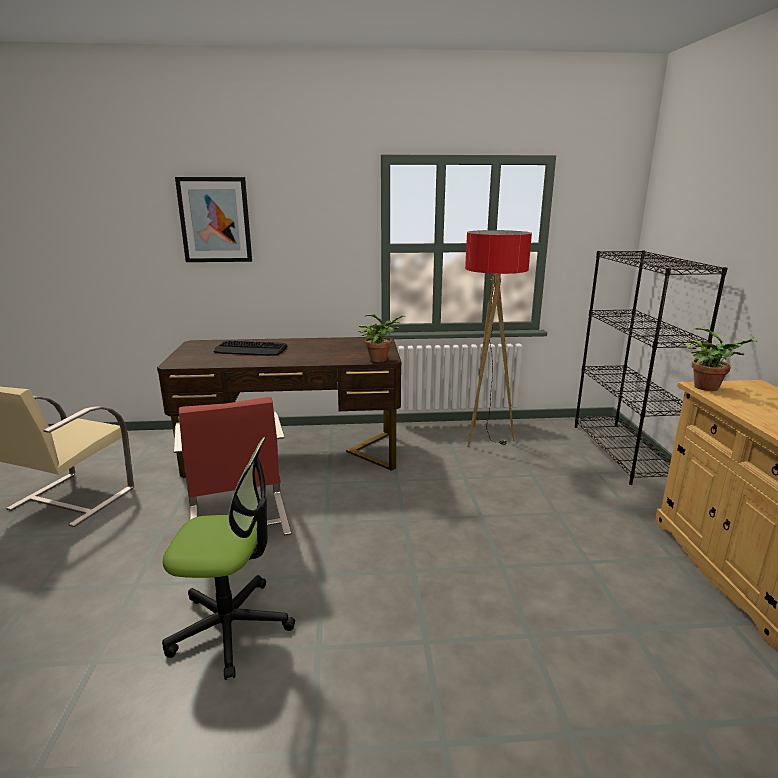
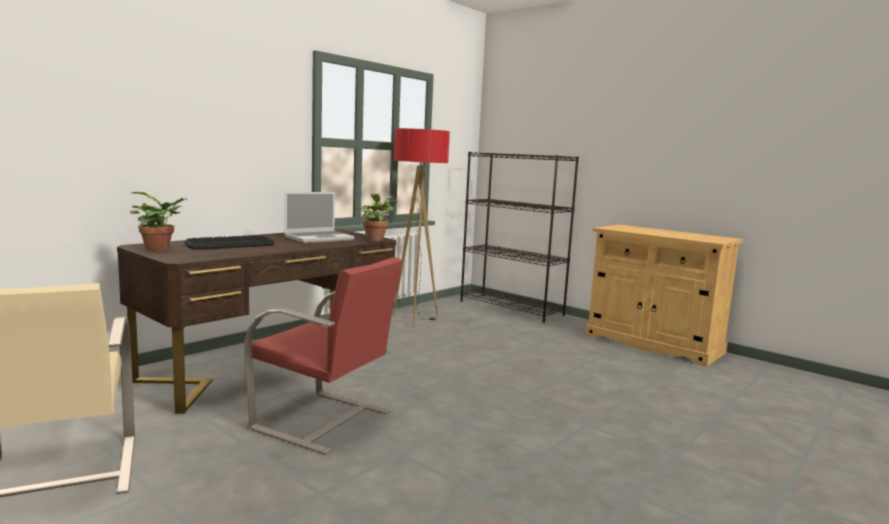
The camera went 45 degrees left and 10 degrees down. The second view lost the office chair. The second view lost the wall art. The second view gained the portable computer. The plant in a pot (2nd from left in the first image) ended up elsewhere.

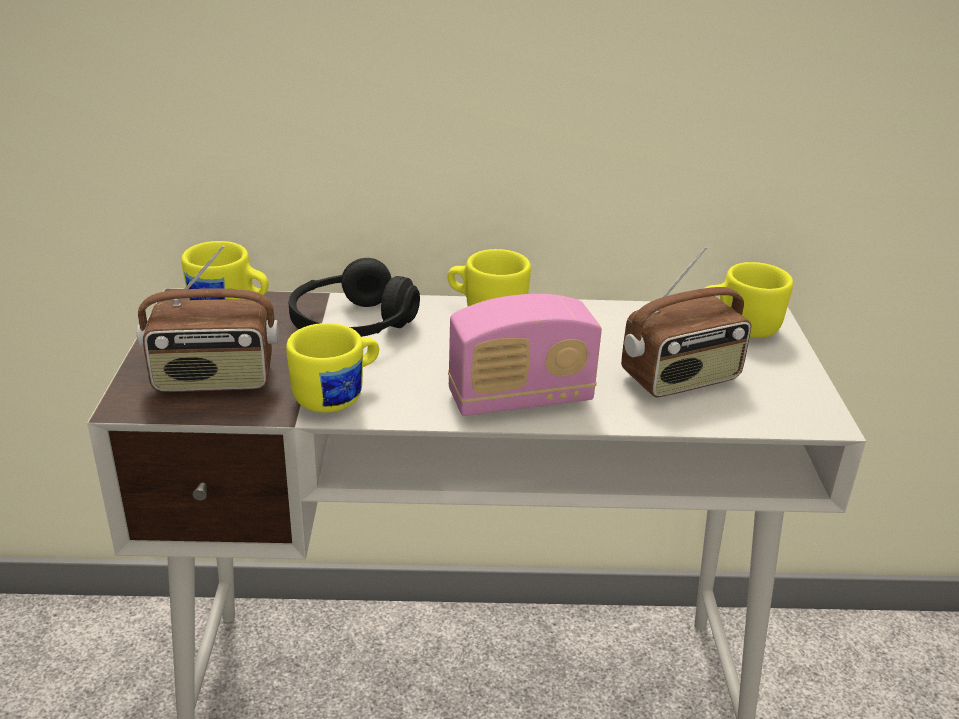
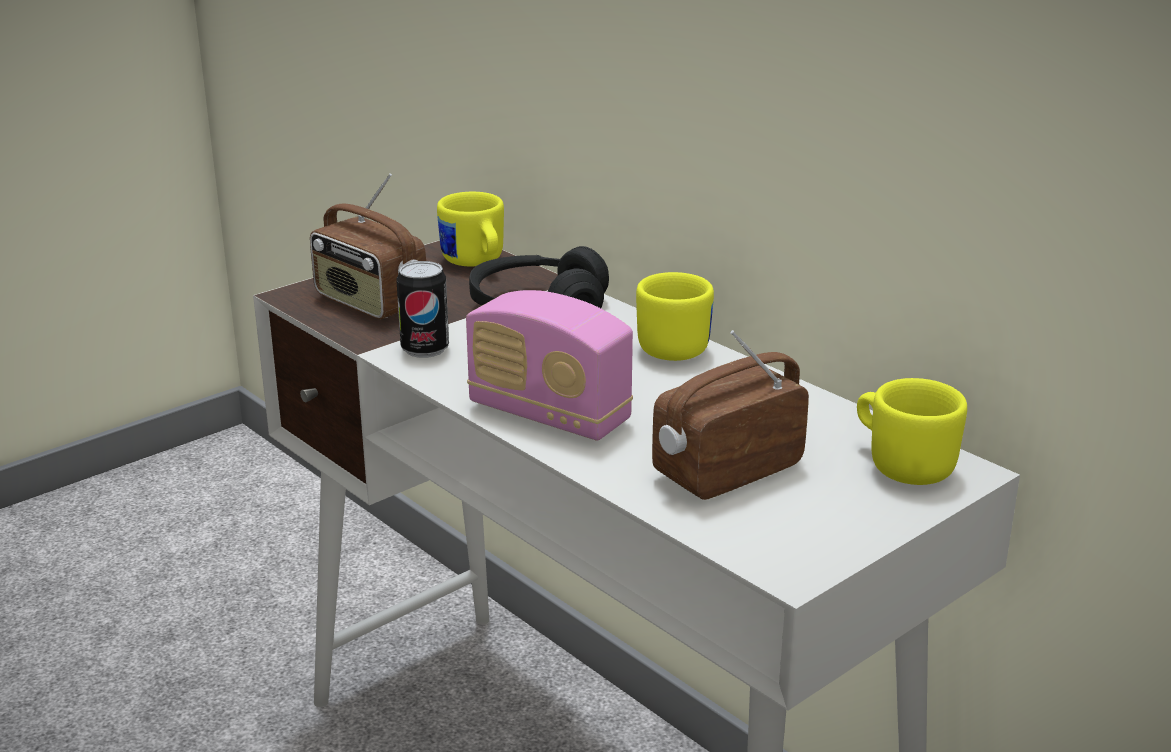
The camera went 50 degrees right and 5 degrees down. Where the yellowish tea mug (2nd from left) stood, the can came to stand. The radio set (3rd from left) ended up facing another way, 120 degrees clockwise from before.

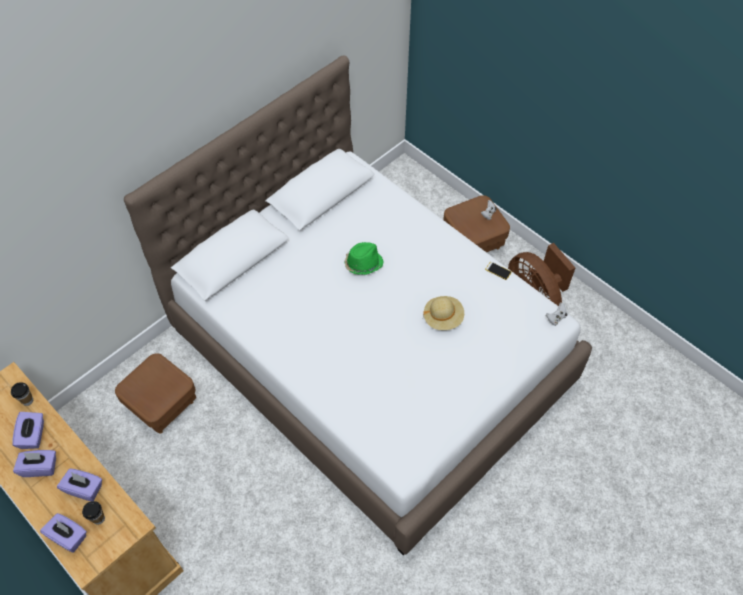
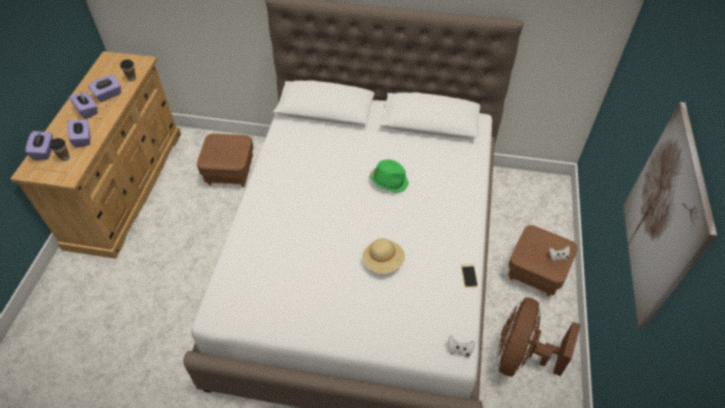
The camera went 55 degrees right and 5 degrees down. The second view gained the wall art.

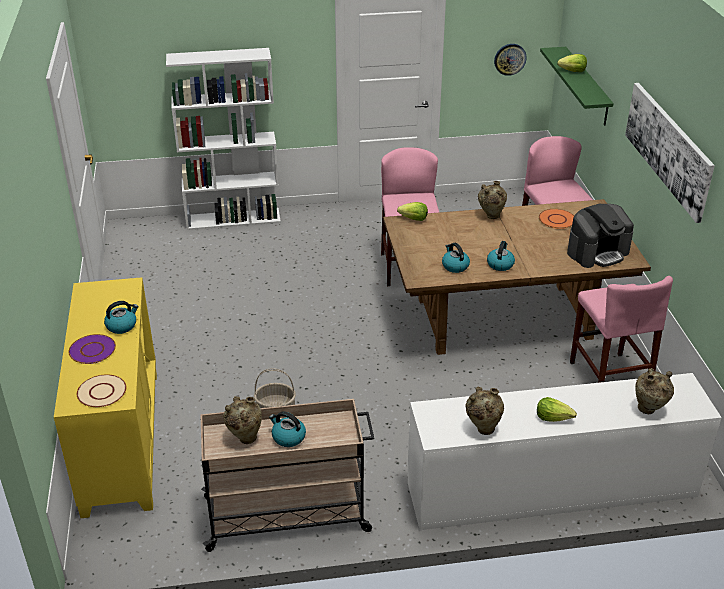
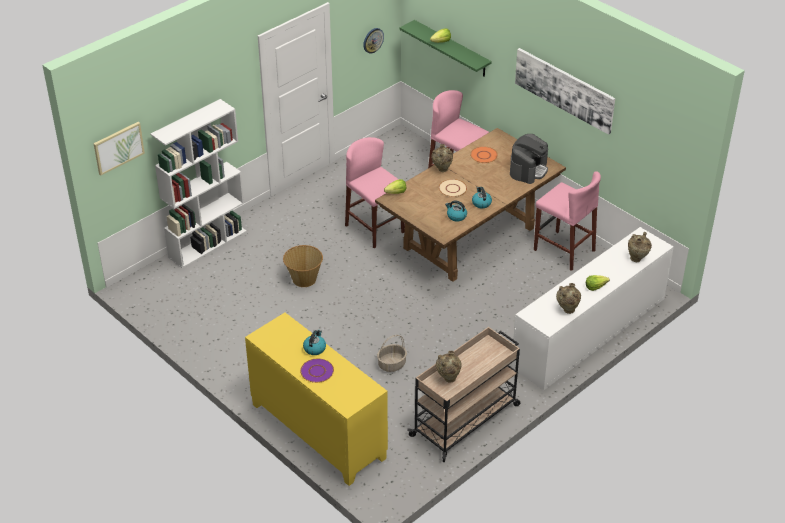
The camera went 35 degrees left and 5 degrees up. The second view lost the tea kettle (2nd from left). The second view gained the wall art (1st from left). The second view gained the household basket (1st from left). The beige-coloured flat dish ended up elsewhere.

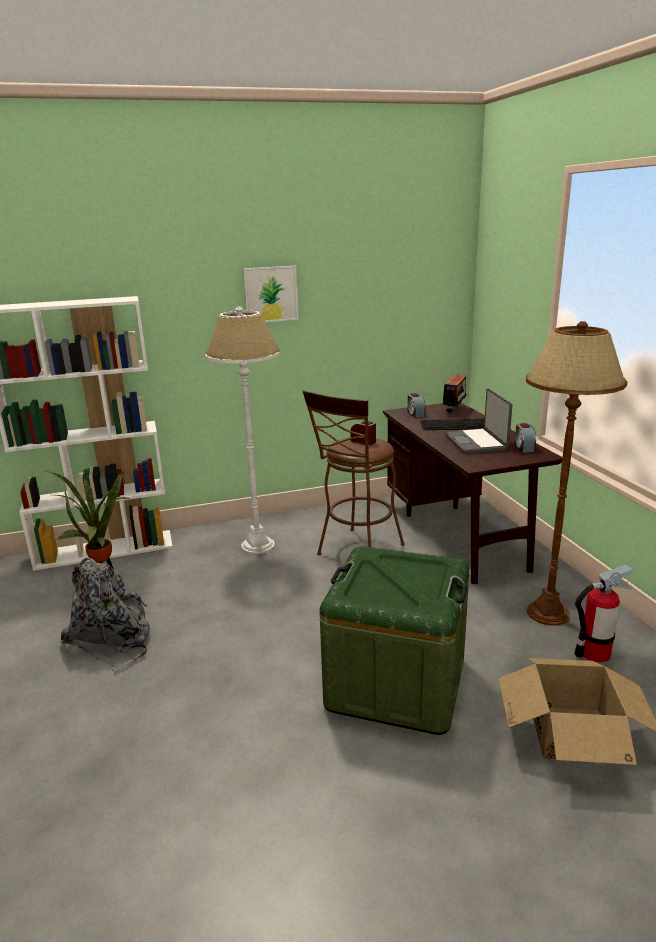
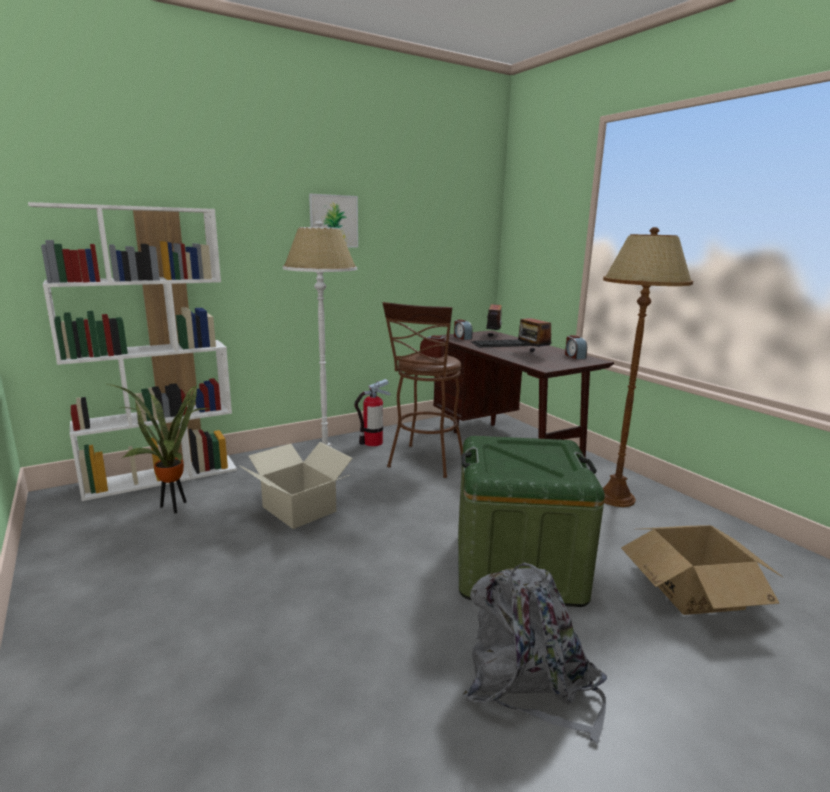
The camera went 15 degrees left and 5 degrees down. The second view gained the carton (1st from left). The grey backpack ended up elsewhere. The fire-fighting cylinder ended up elsewhere. Where the portable computer stood, the radio set (2nd from left) came to stand.

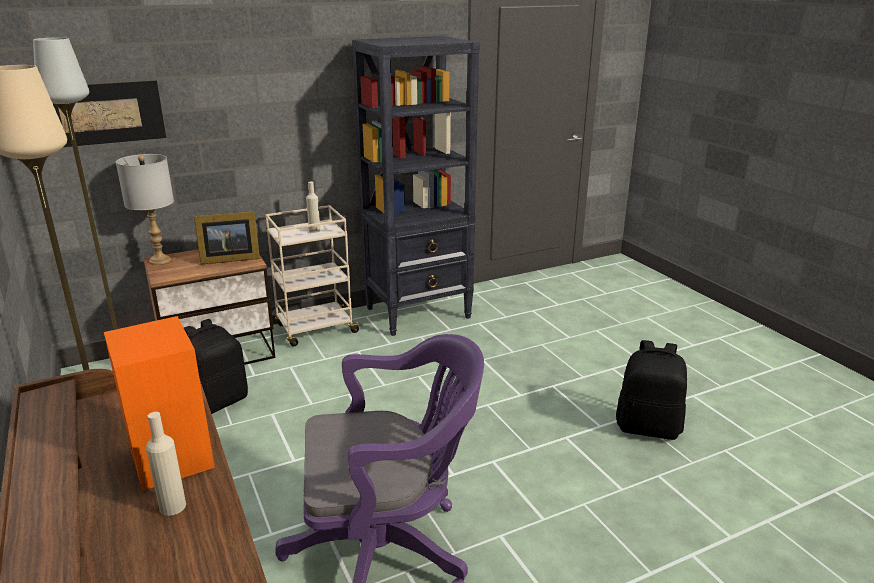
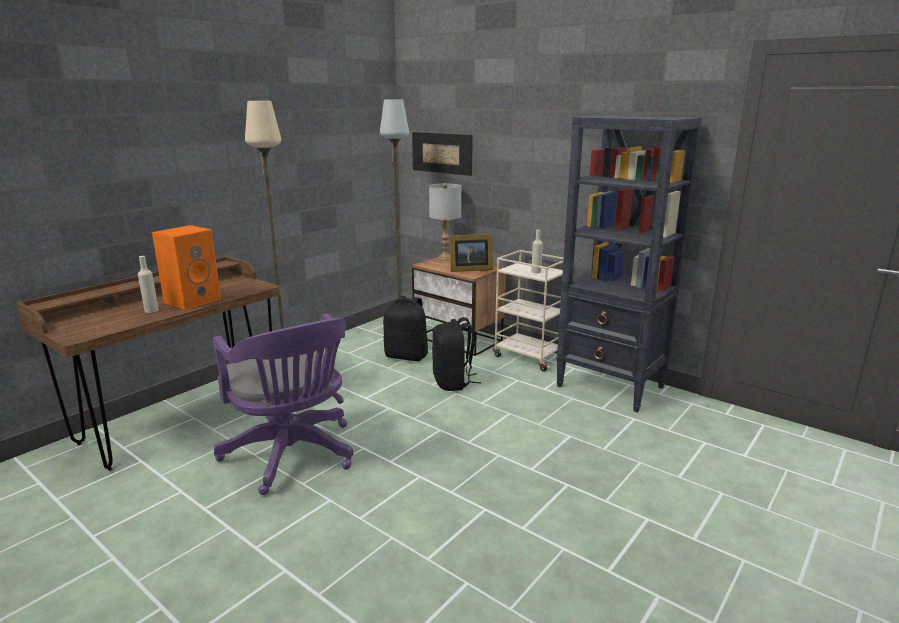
The camera went 65 degrees right and 5 degrees down. The black backpack (2nd from left) ended up elsewhere. The picture frame ended up facing another way, 60 degrees counterclockwise from before.

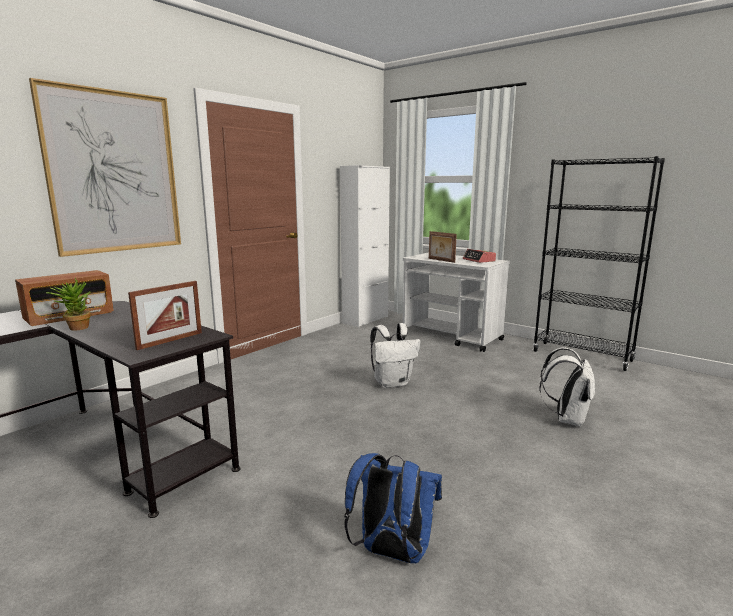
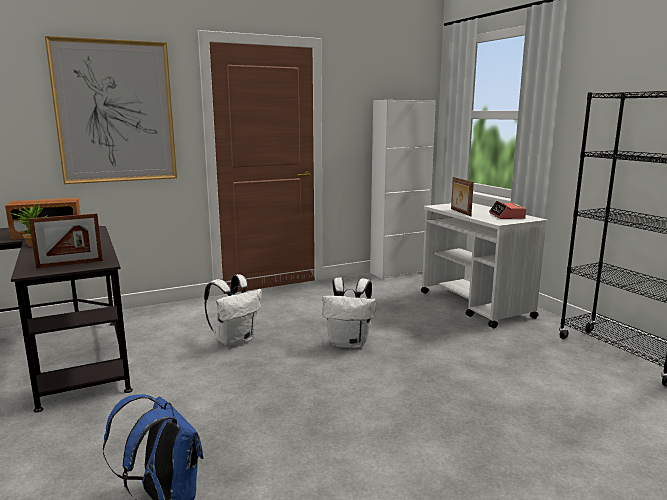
The camera went 25 degrees right and 0 degrees up. The white-coloured backpack (2nd from left in the first image) ended up elsewhere.

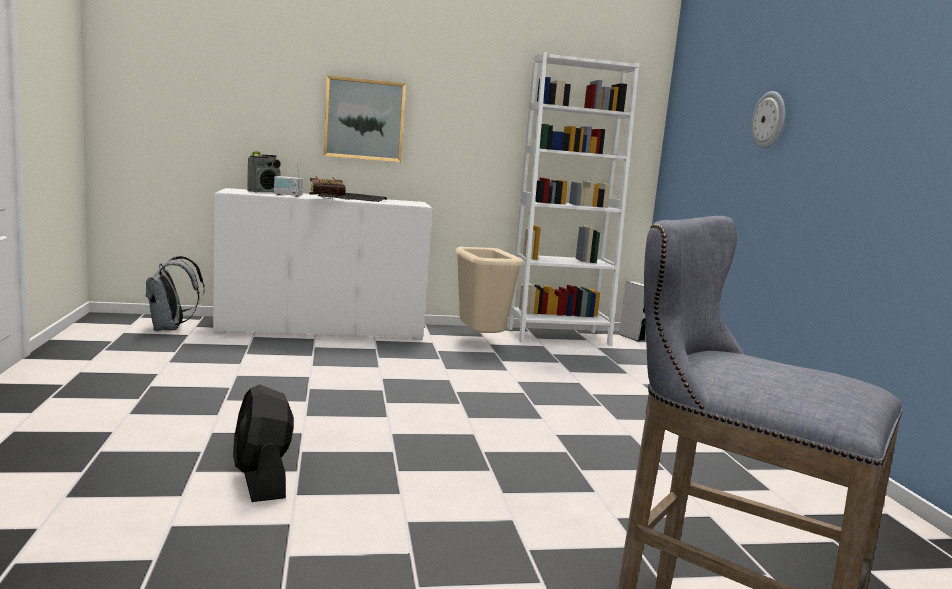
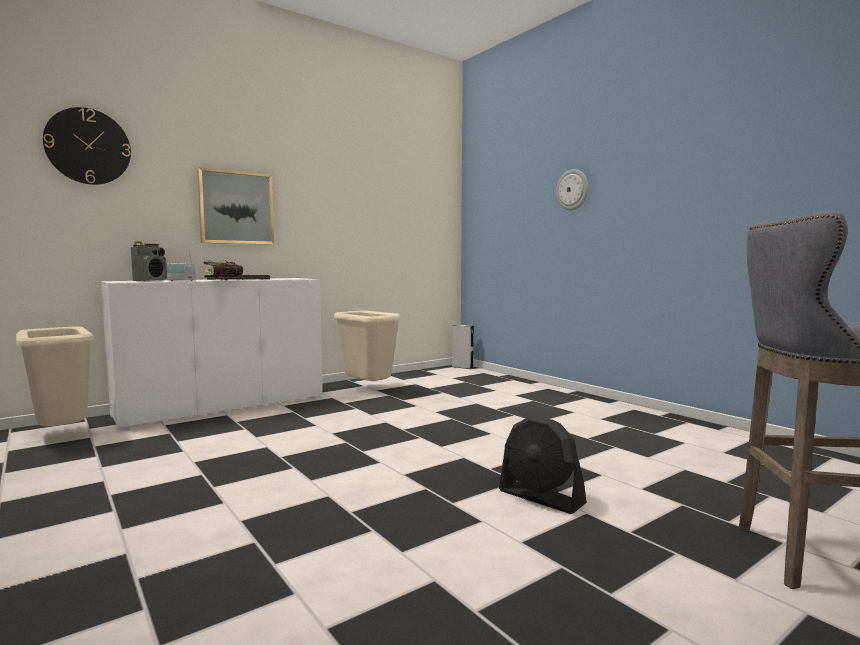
The camera went 25 degrees left and 5 degrees down. The second view lost the white-coloured bookshelf. The second view gained the wall clock (1st from left). The black fan ended up elsewhere. Where the grey backpack stood, the beige-coloured waste bin (1st from left) came to stand.

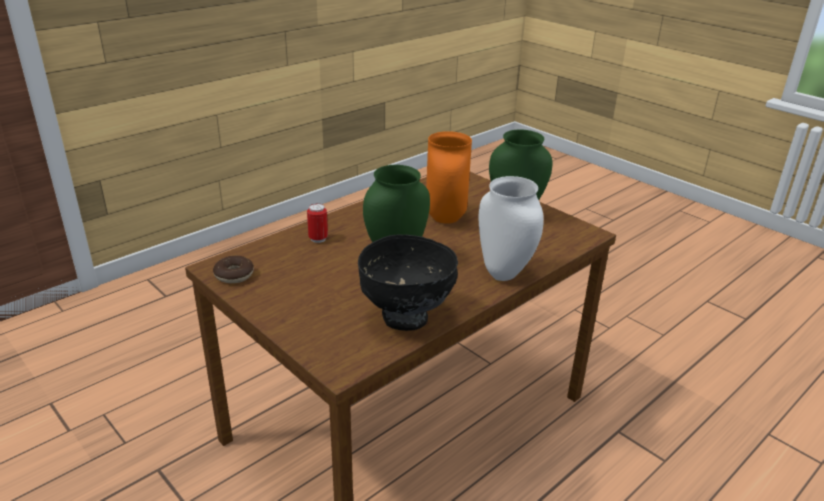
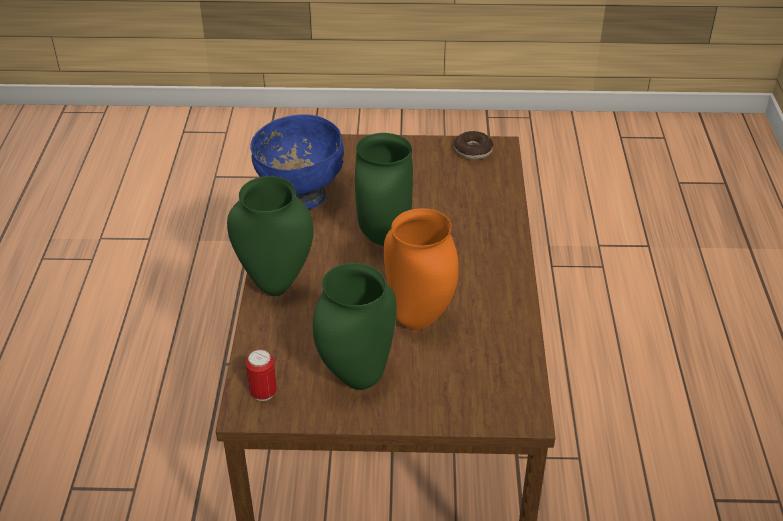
The camera went 135 degrees right and 10 degrees up. The can ended up elsewhere. What was the black bowl turned into the blue-coloured bowl. What was the white-coloured decorative vase turned into the green-coloured decorative vase (1st from left).

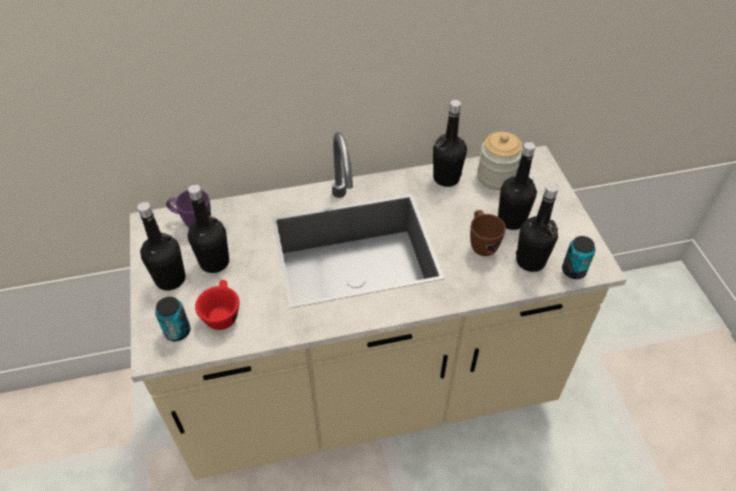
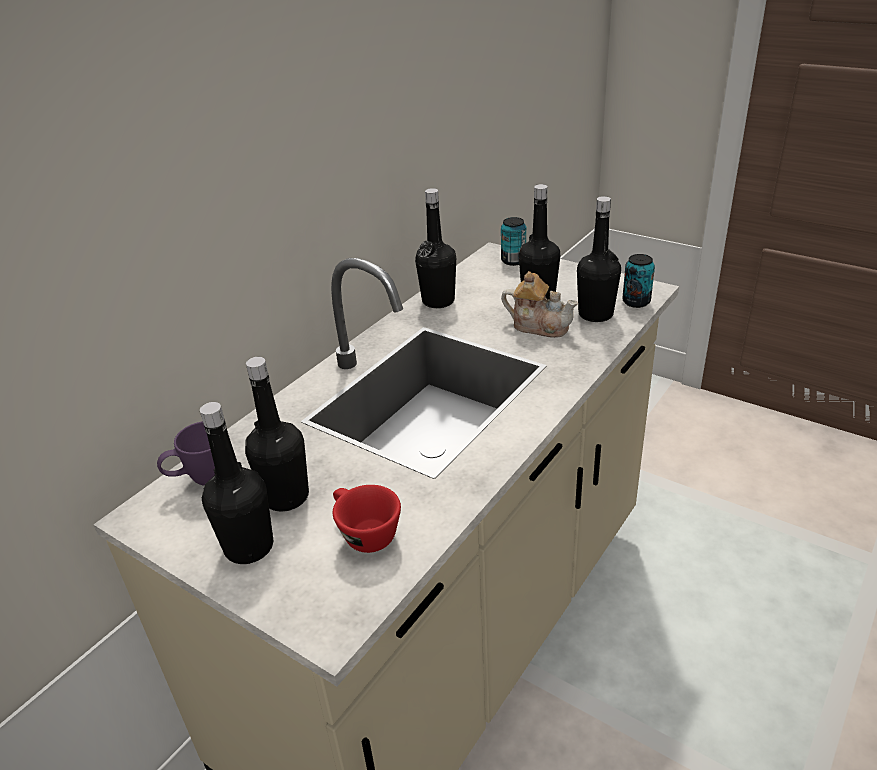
The camera went 40 degrees left and 15 degrees down. The second view lost the preserve jar. The can (1st from left) ended up elsewhere. Where the brown tea mug stood, the tea pot came to stand.

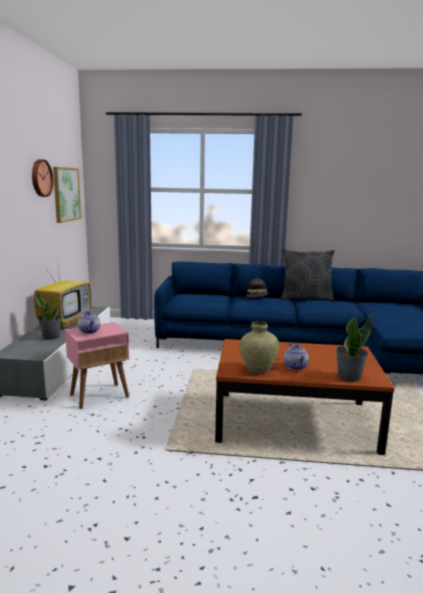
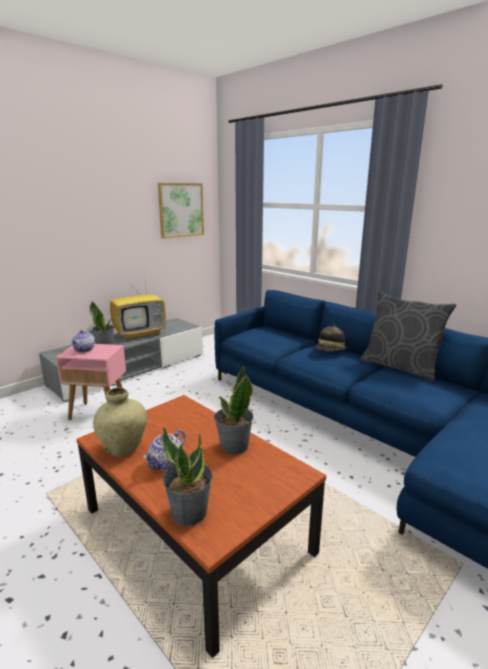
The camera went 40 degrees right and 5 degrees up. The second view lost the wall clock. The second view gained the plant in a pot (3rd from left).

